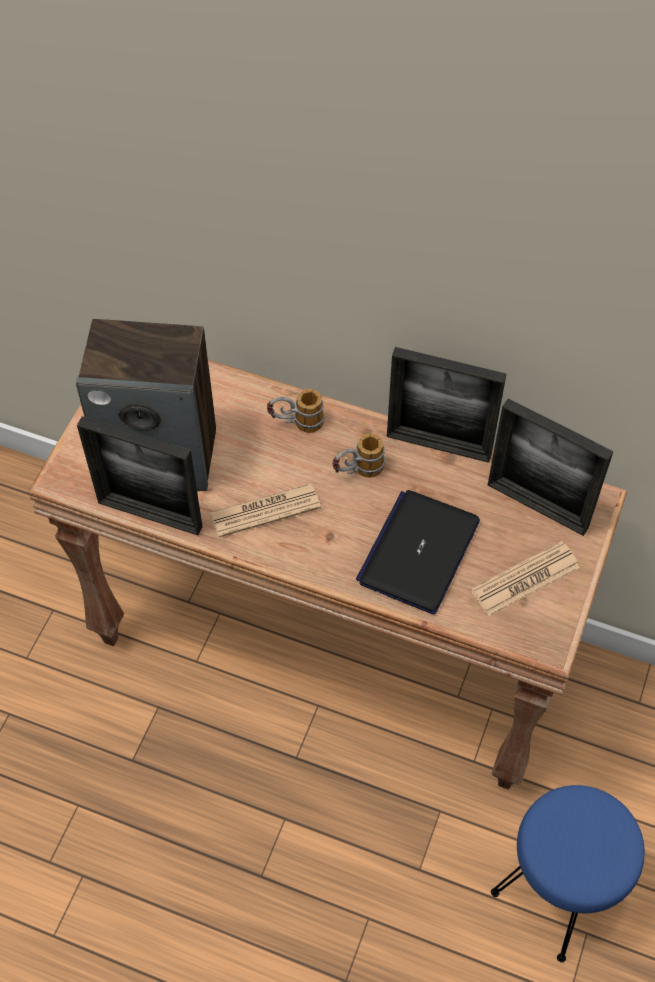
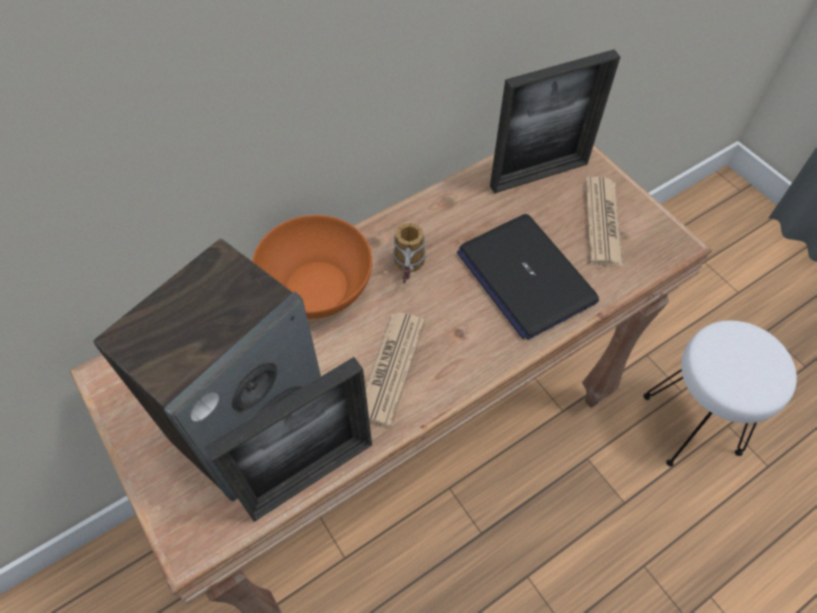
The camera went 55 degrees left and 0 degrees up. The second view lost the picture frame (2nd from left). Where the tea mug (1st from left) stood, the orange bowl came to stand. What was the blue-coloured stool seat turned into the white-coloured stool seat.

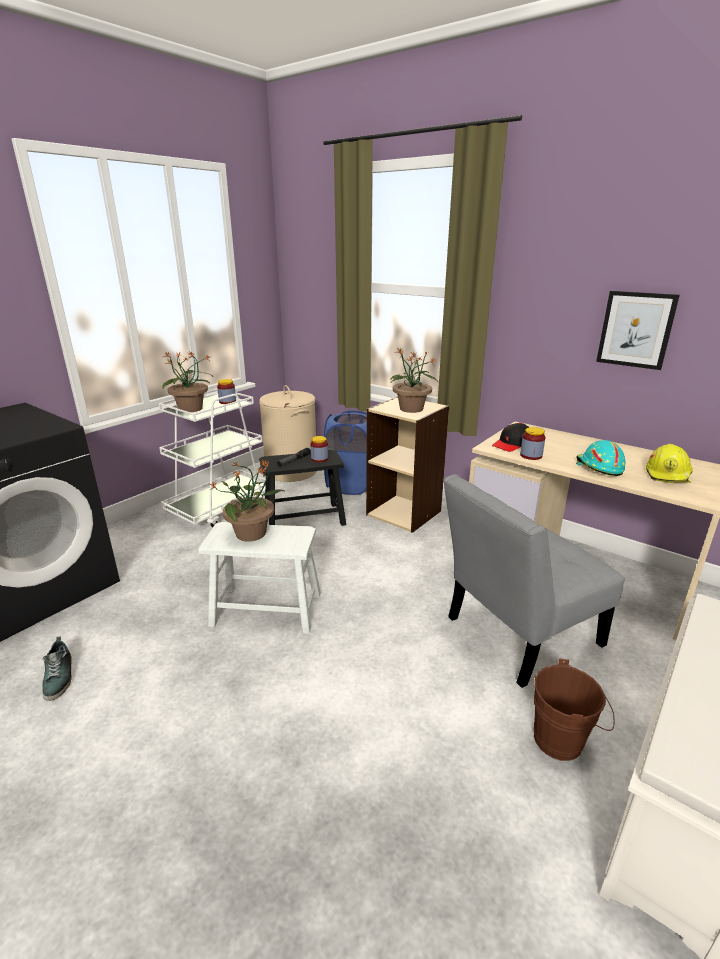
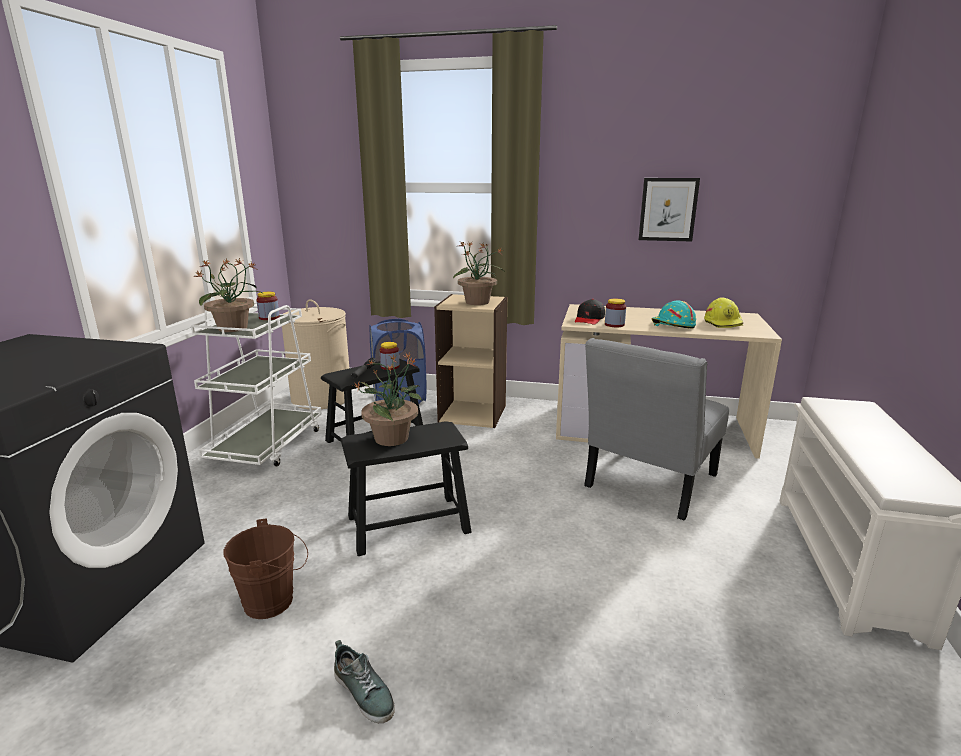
The camera went 25 degrees left and 5 degrees down. The low shoe ended up elsewhere. The brown bucket ended up elsewhere. What was the white-coloured stool seat turned into the black stool seat (2nd from left).

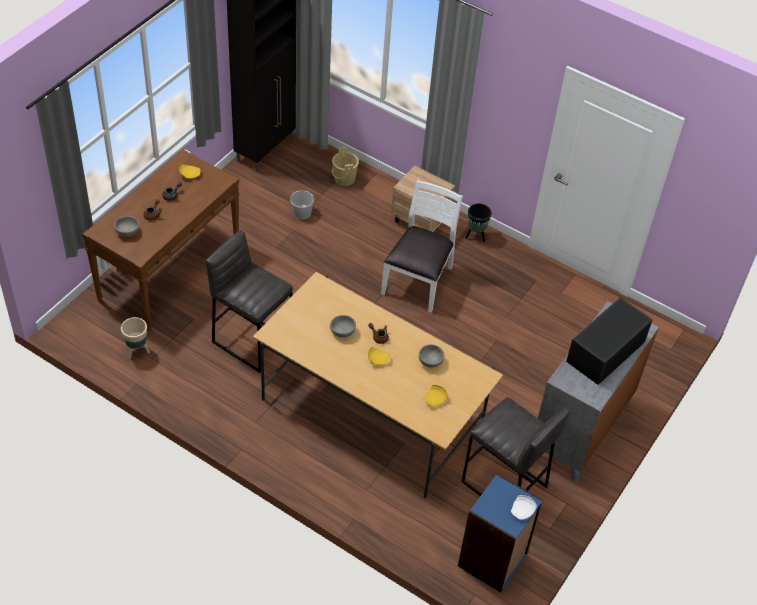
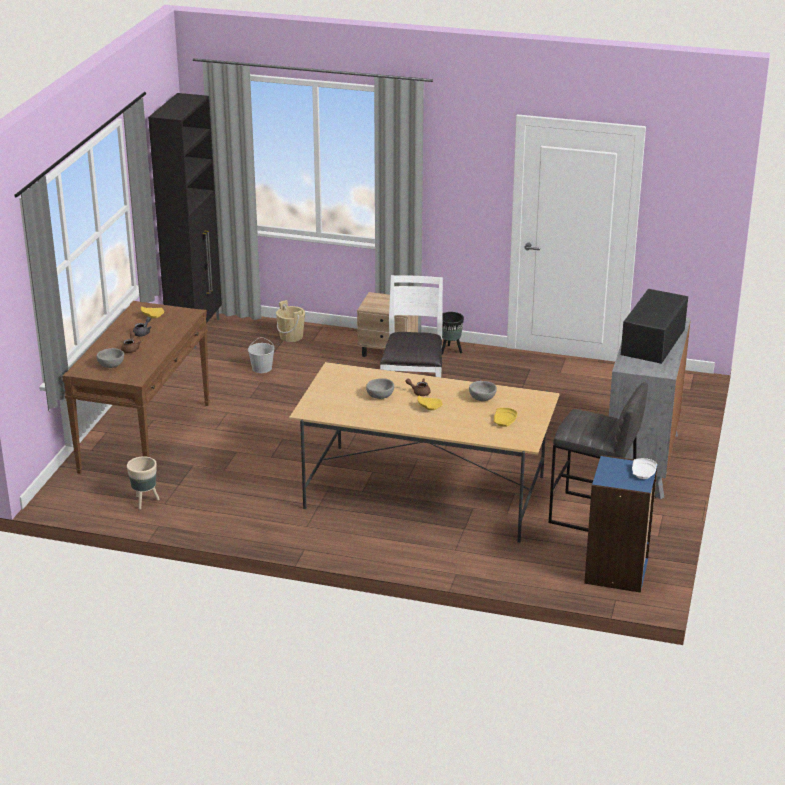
The camera went 15 degrees left and 20 degrees down. The second view lost the grey stool seat (1st from left).

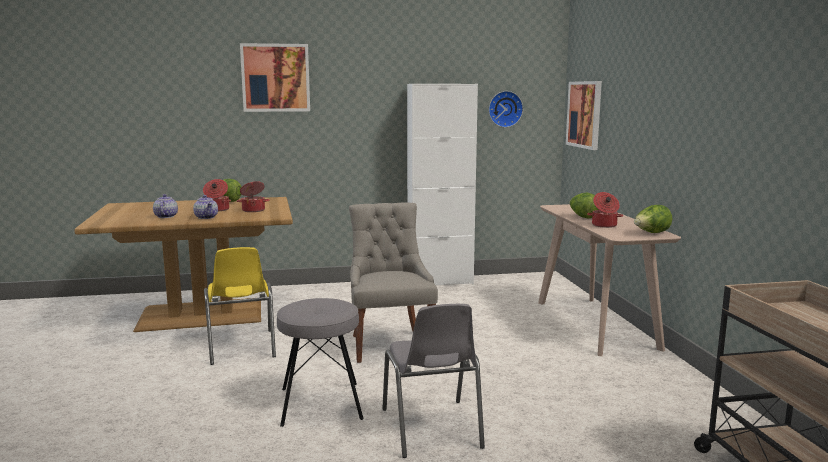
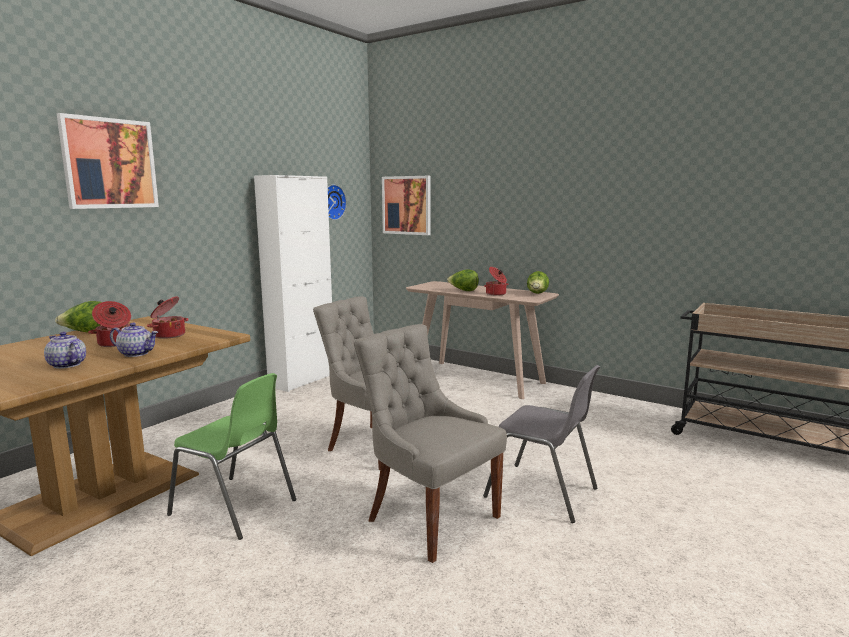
The camera went 45 degrees left and 0 degrees up. Where the grey stool seat stood, the grey chair (2nd from left) came to stand. What was the yellowish chair turned into the green-coloured chair.

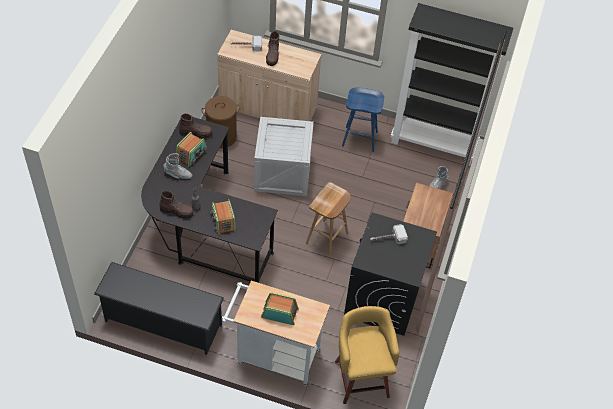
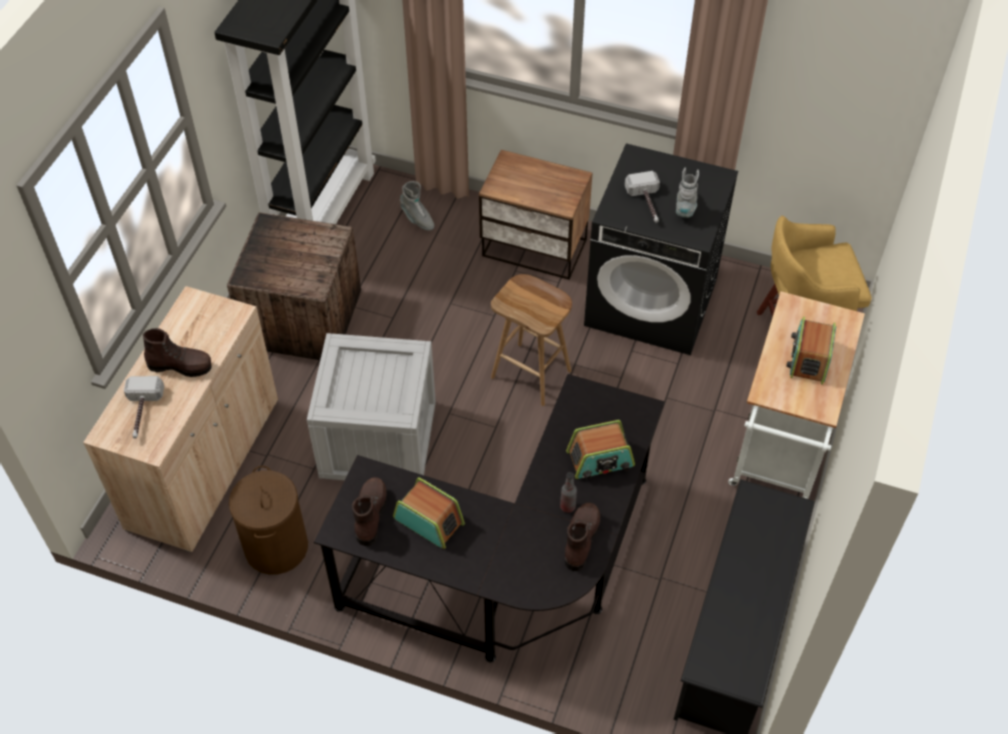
The camera went 85 degrees left and 0 degrees up. The grey high-top boot (1st from left in the first image) ended up elsewhere. Where the blue-coloured stool seat stood, the packing crate (1st from left) came to stand.

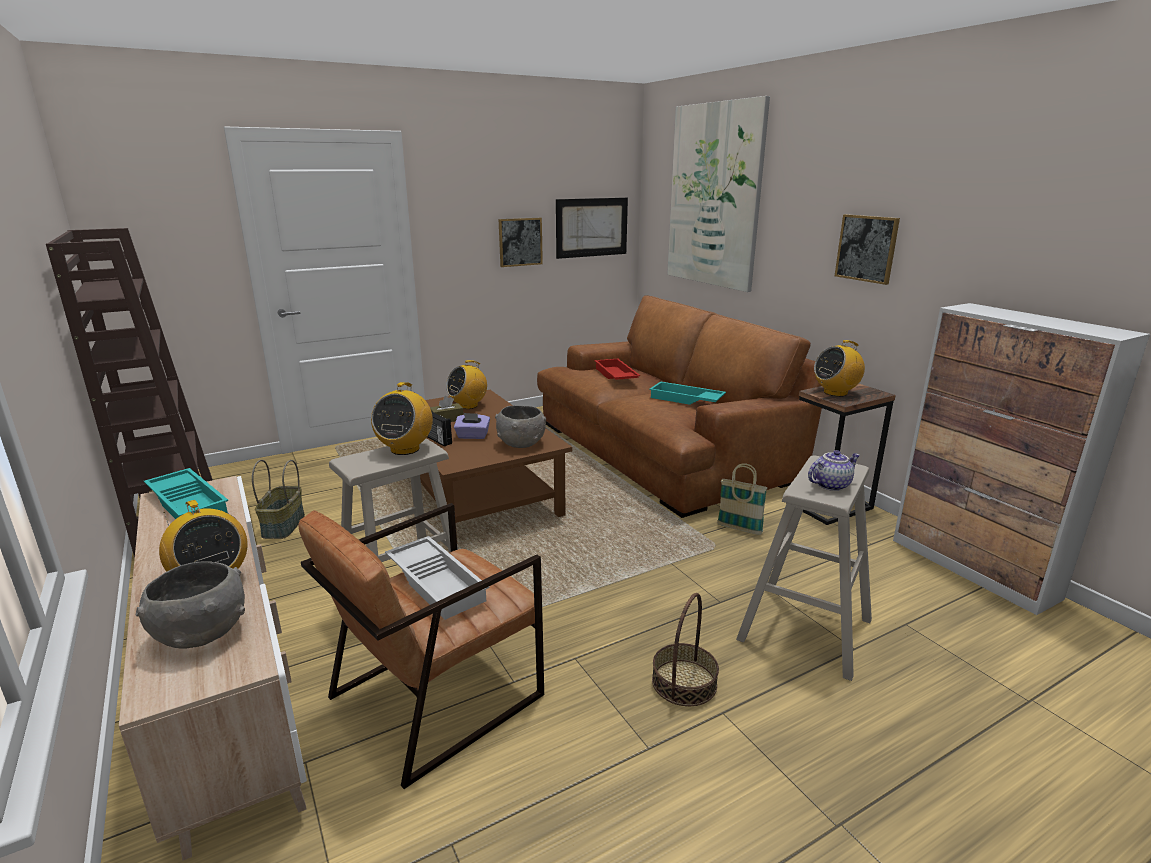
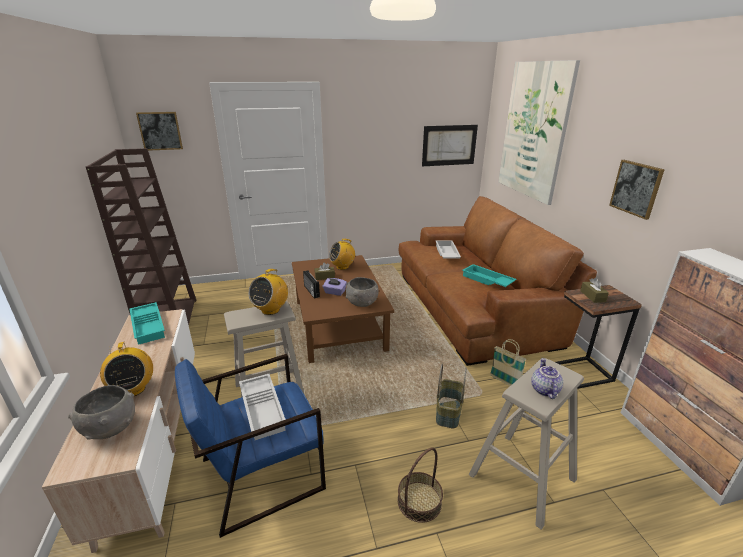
The camera went 15 degrees right and 5 degrees up. The household basket (1st from left in the first image) ended up elsewhere. The wall art (1st from left) ended up elsewhere. Where the radio set (5th from left) stood, the brown tissue holder (2nd from left) came to stand. What was the brown easy chair turned into the blue-coloured easy chair. What was the reddish serving tray turned into the white-coloured serving tray (2nd from left). The tea pot ended up facing another way, 75 degrees counterclockwise from before.

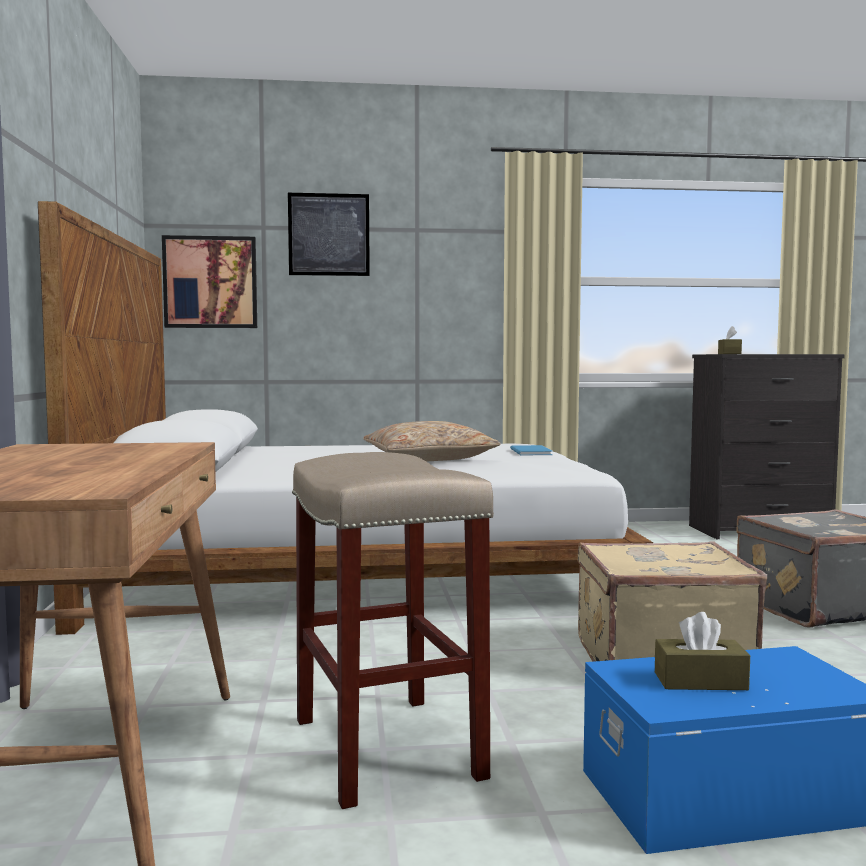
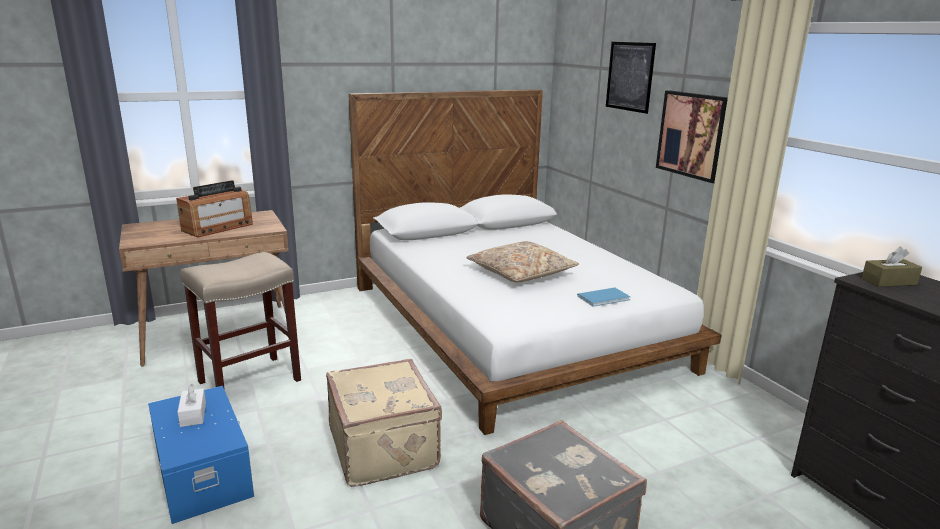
The camera went 70 degrees right and 15 degrees up. The second view gained the radio set. The wall art (1st from left in the first image) ended up elsewhere. What was the brown tissue holder (1st from left) turned into the white-coloured tissue holder.

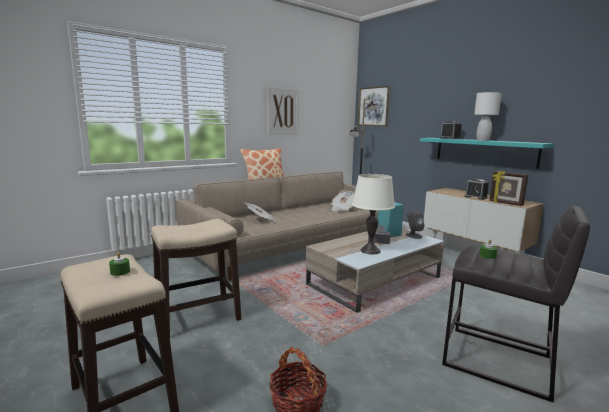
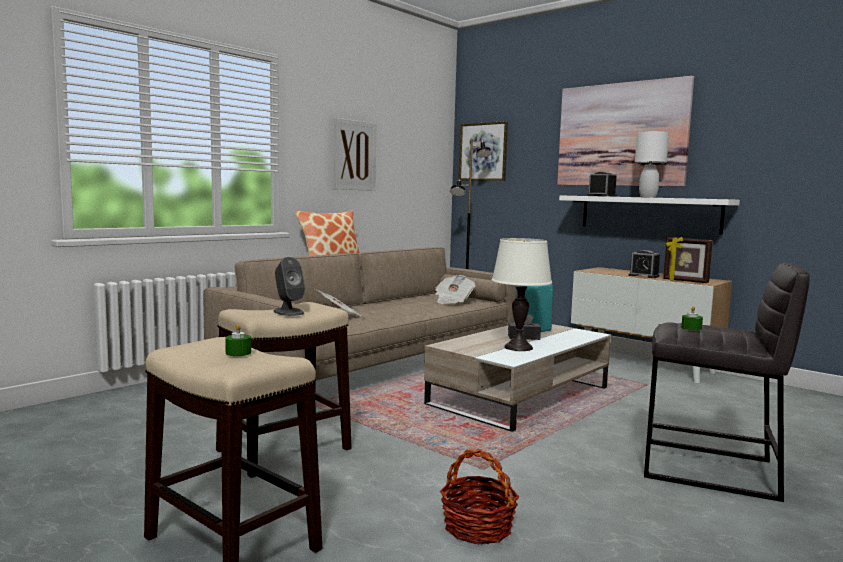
The camera went 10 degrees left and 5 degrees down. The second view gained the wall art (3rd from left). The grey audio speaker ended up elsewhere. What was the turquoise-coloured wall shelf turned into the white-coloured wall shelf.

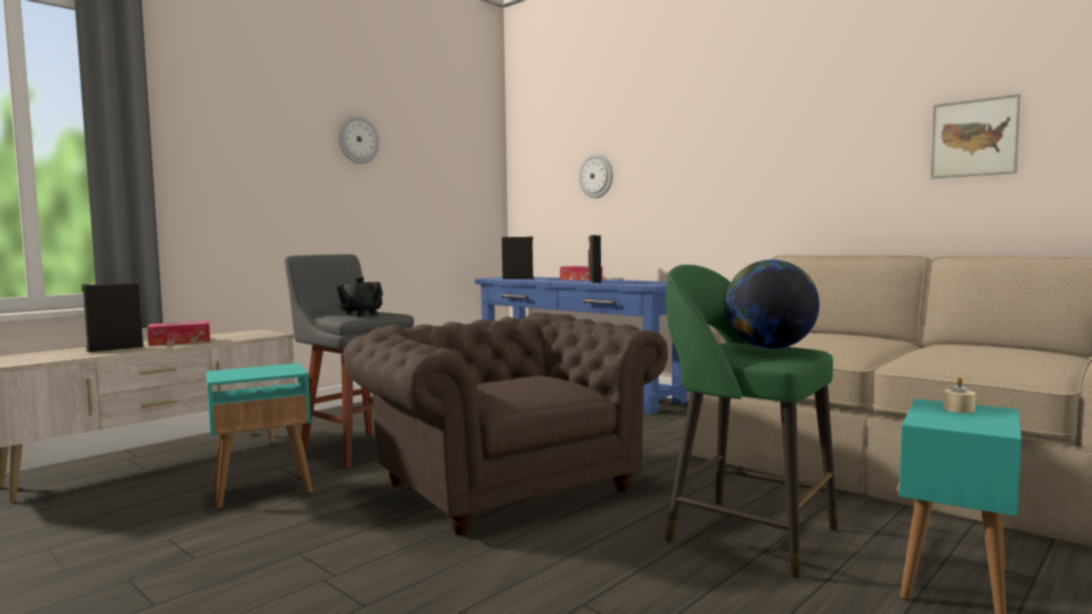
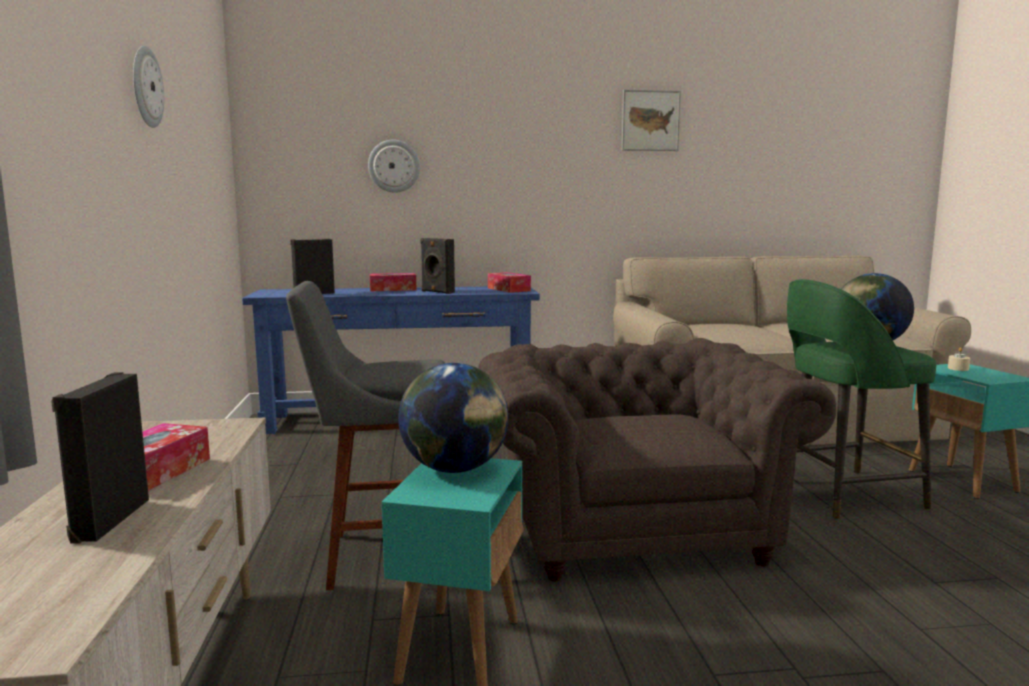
The camera went 50 degrees left and 5 degrees up. The second view lost the black tea pot. The second view gained the desk globe (1st from left). The second view gained the tissue holder (3rd from left). The wall art ended up elsewhere. The brown easy chair ended up facing another way, 75 degrees clockwise from before.

